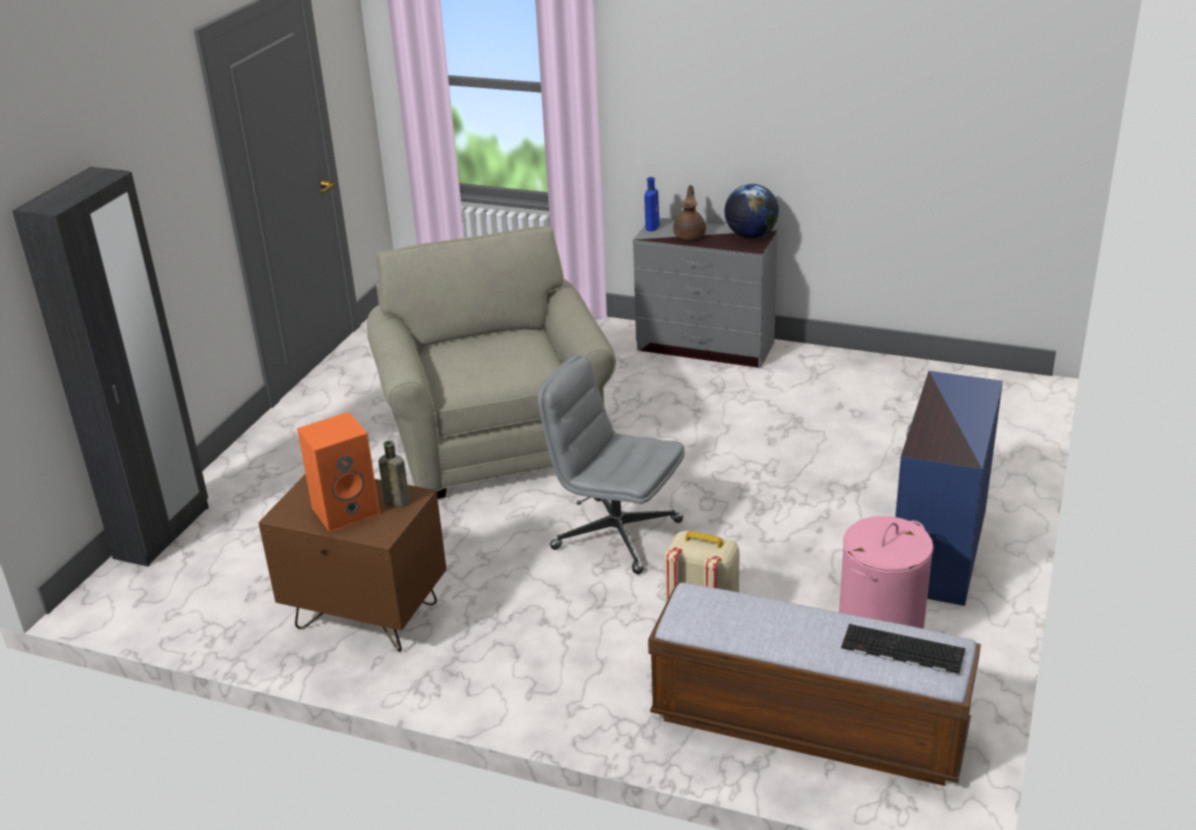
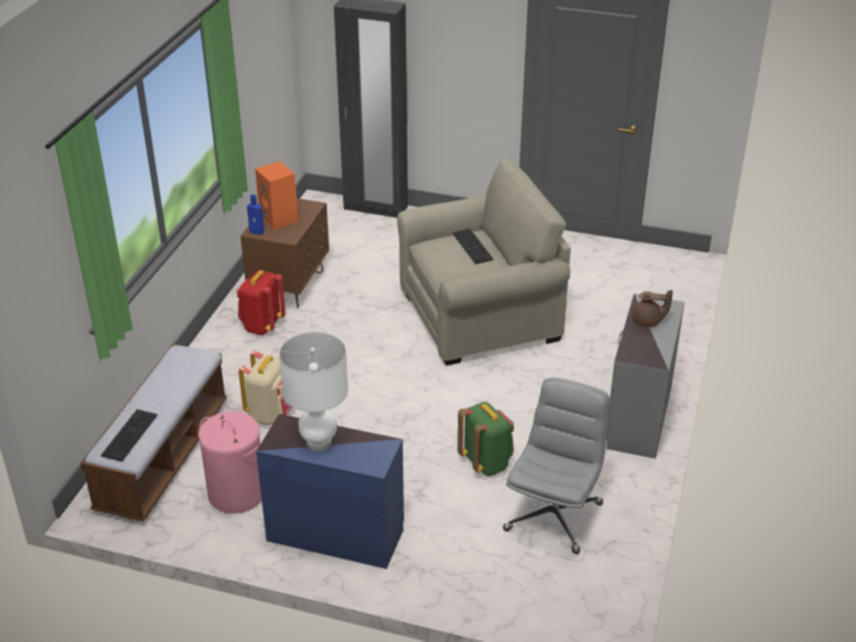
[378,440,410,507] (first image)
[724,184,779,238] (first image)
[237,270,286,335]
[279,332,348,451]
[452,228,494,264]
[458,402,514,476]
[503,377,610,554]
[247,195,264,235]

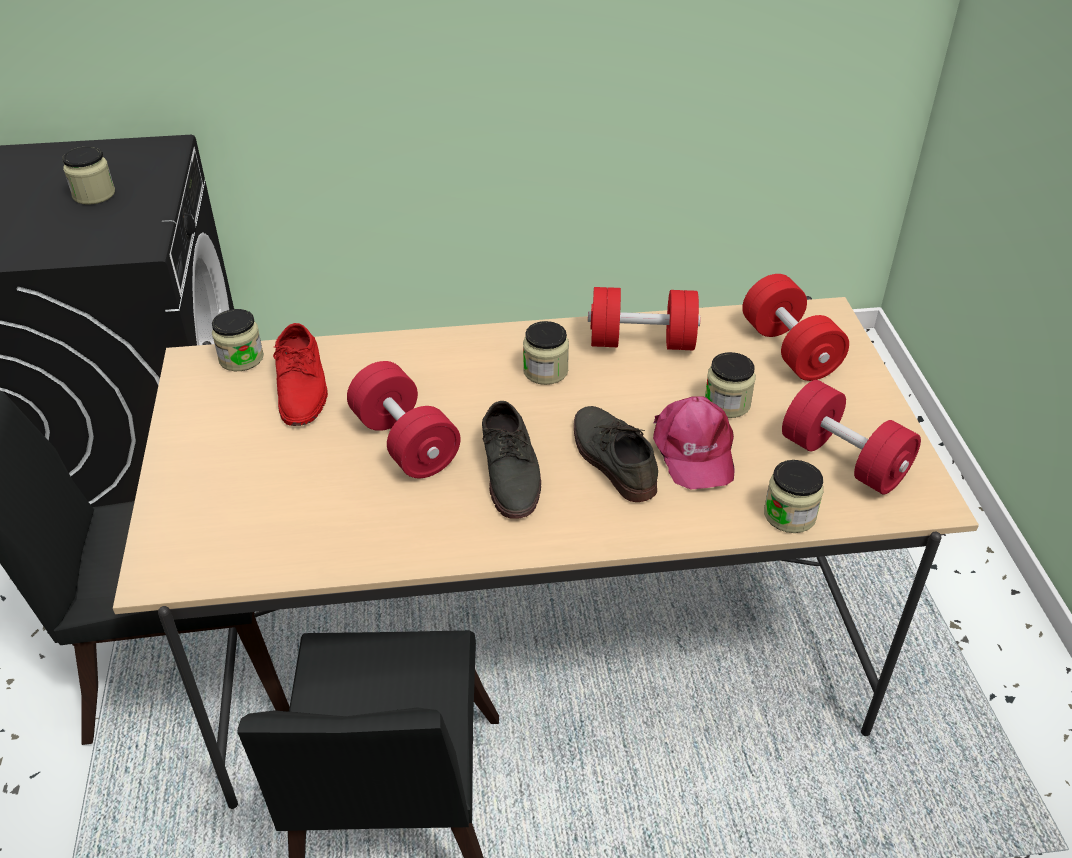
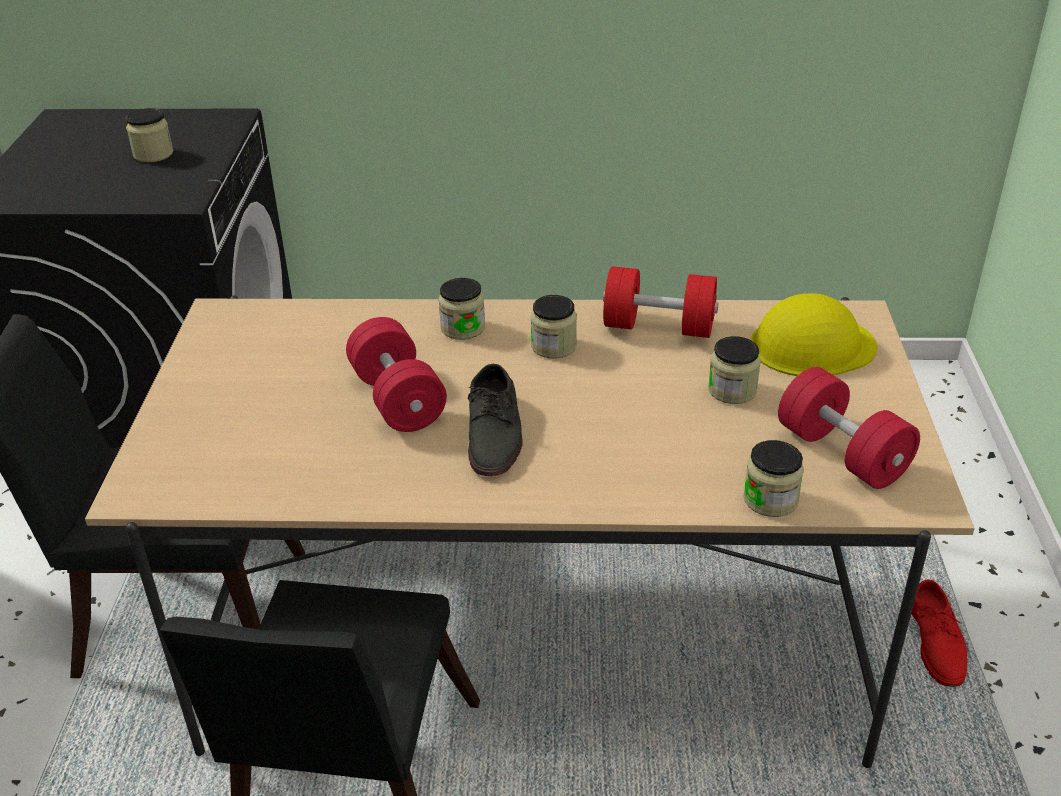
[574,406,658,502] (first image)
[653,396,735,490] (first image)
[438,278,485,340]
[911,579,967,687]
[750,293,877,376]

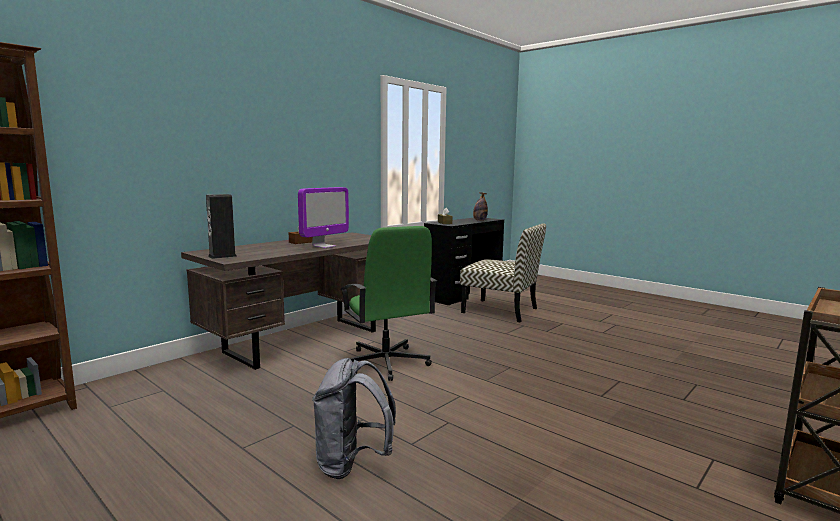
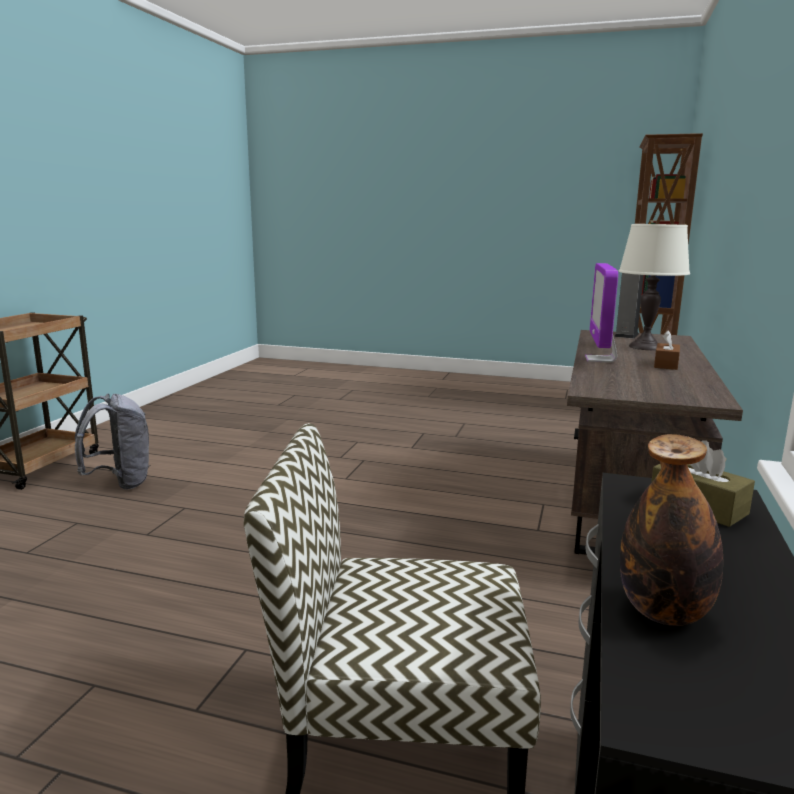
[340,226,437,381] (first image)
[619,224,690,350]
[75,394,150,490]

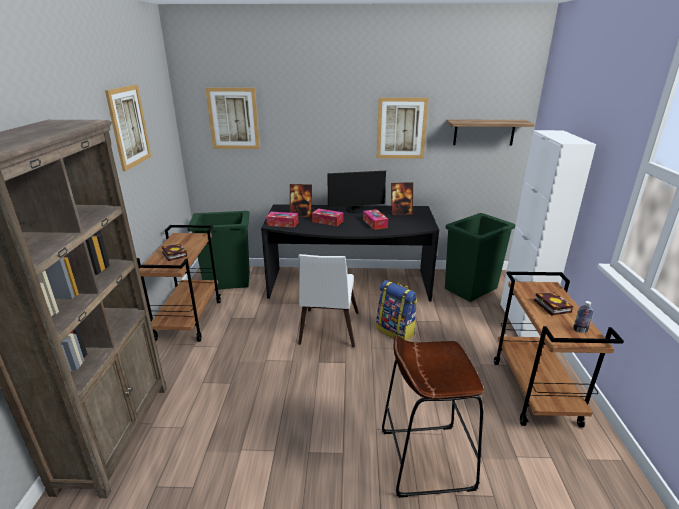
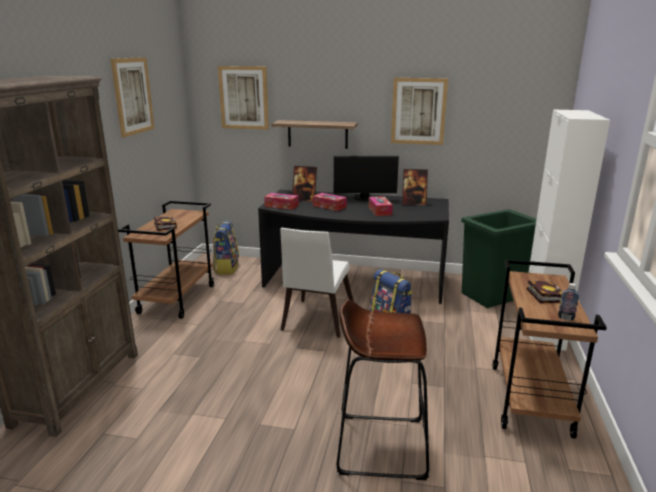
[271,120,358,149]
[213,221,239,275]

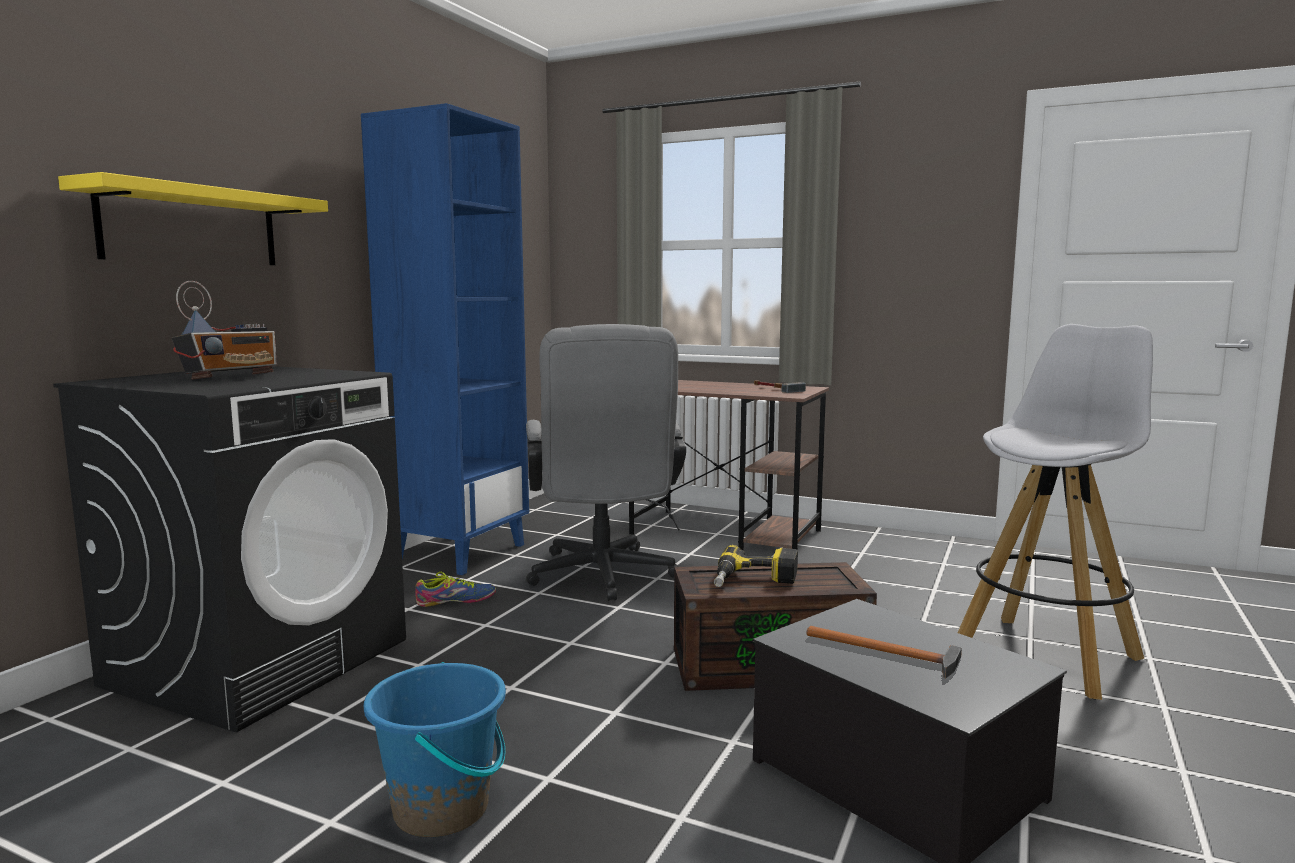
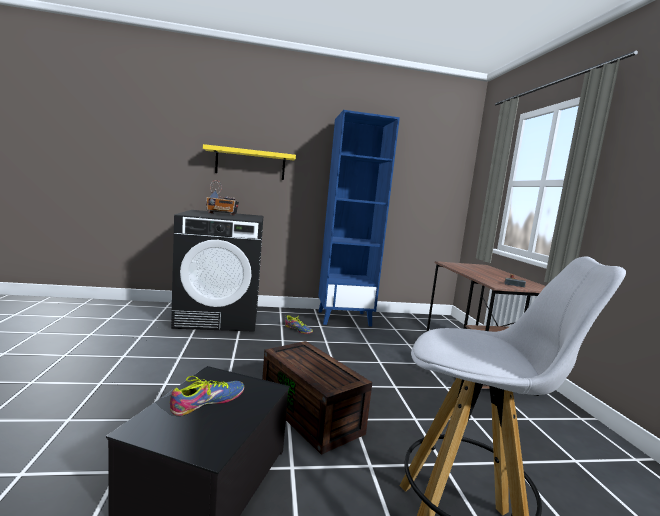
[364,662,506,837] (first image)
[526,324,686,601] (first image)
[714,545,798,587] (first image)
[170,376,244,416]

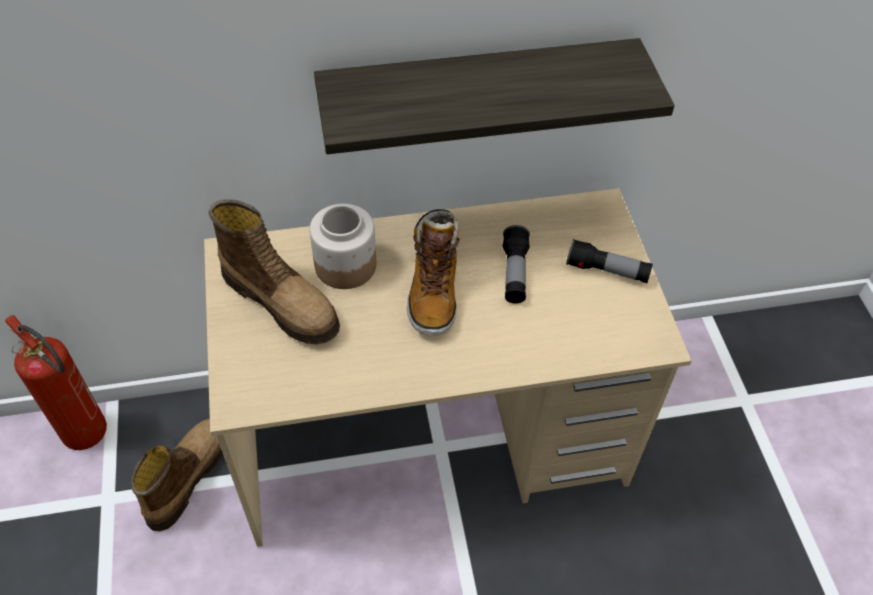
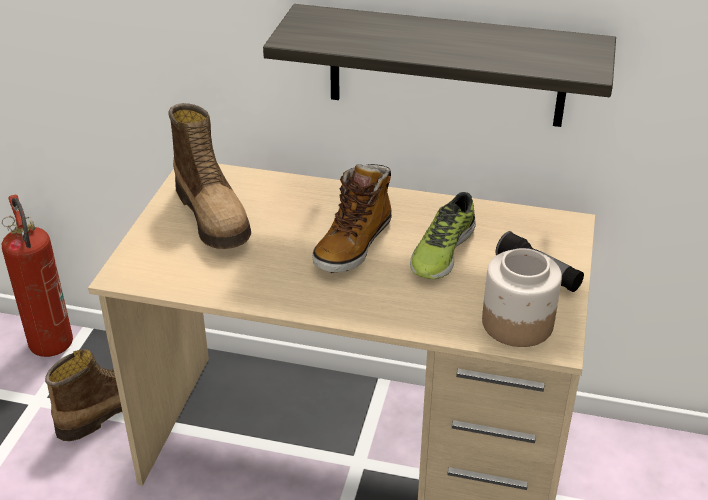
[482,248,562,347]
[410,192,476,279]

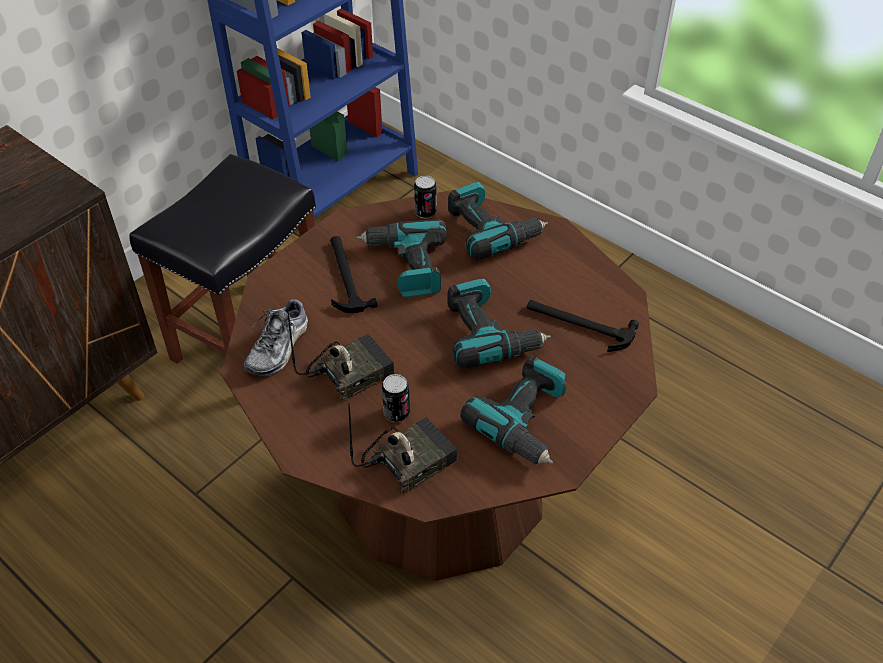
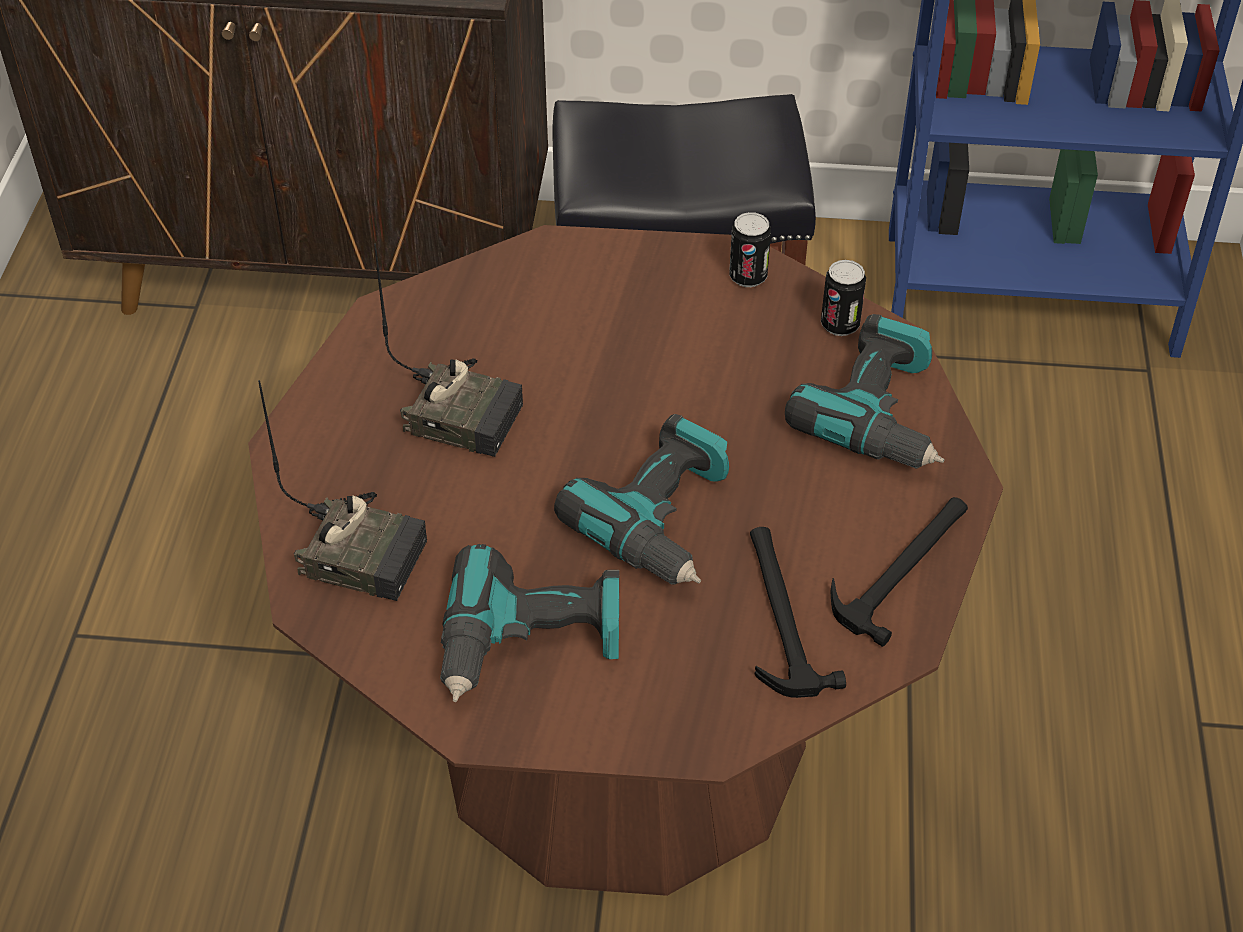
[244,298,308,376] (first image)
[356,219,447,297] (first image)
[831,497,968,647]
[729,212,771,287]

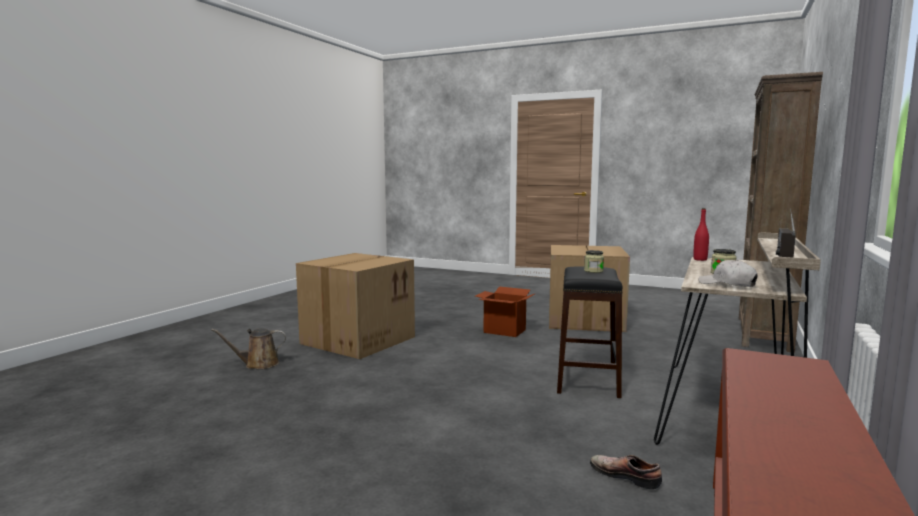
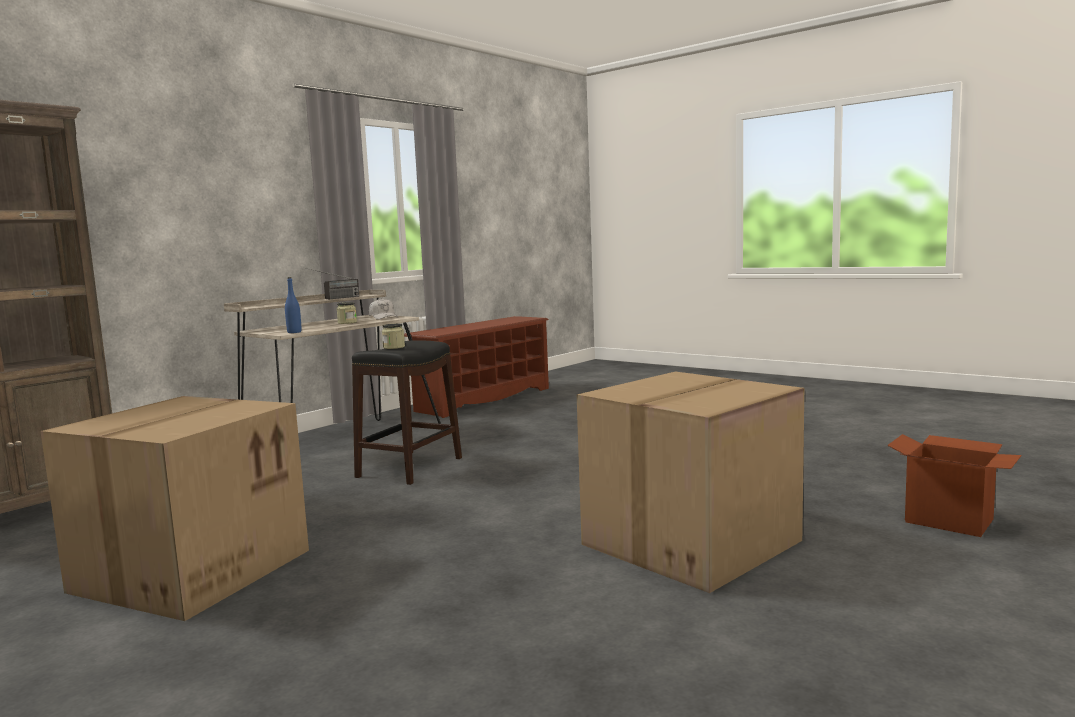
[211,328,286,369] (first image)
[590,455,662,490] (first image)
[887,434,1021,537]
[285,277,301,333]

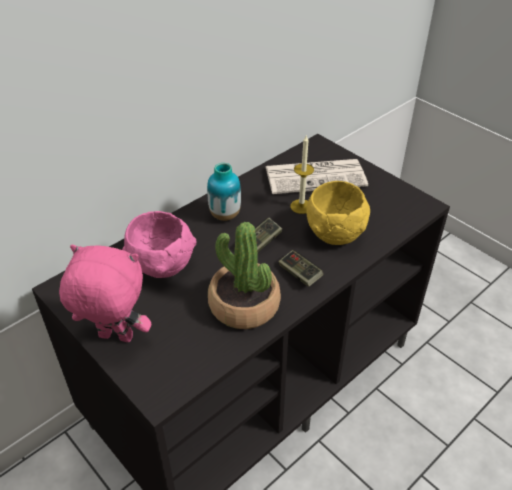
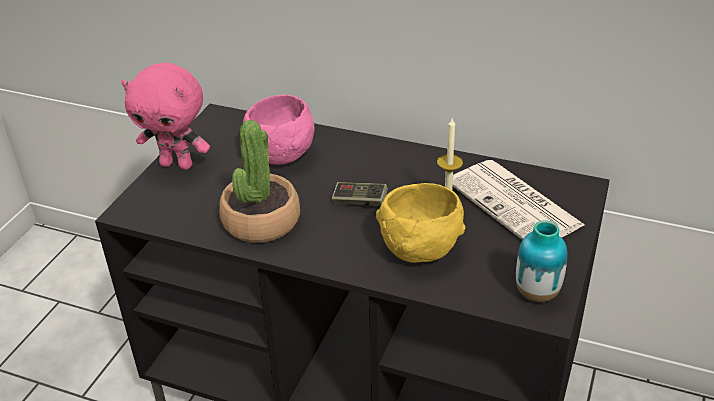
[279,250,324,287] (first image)
[516,220,567,302]
[121,63,210,170]

